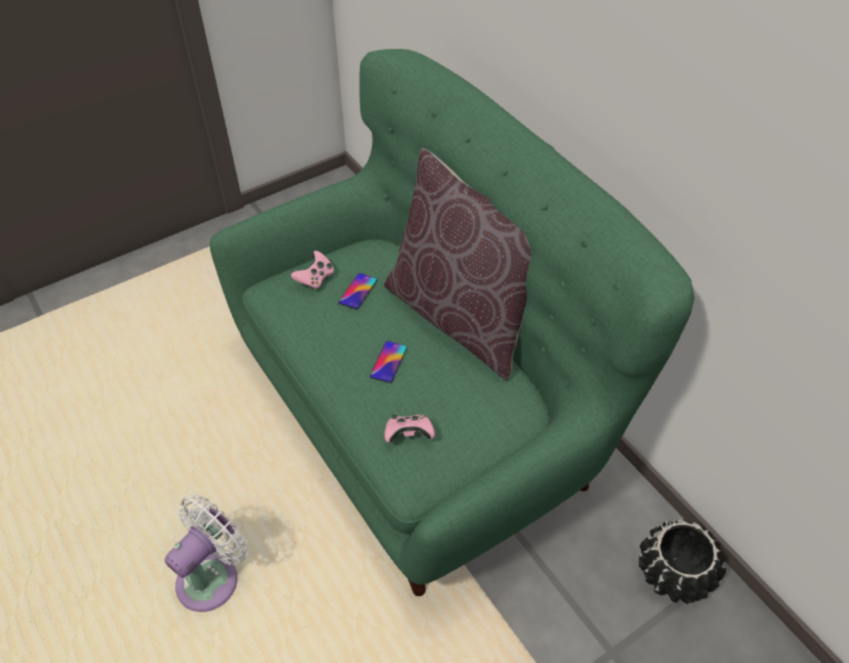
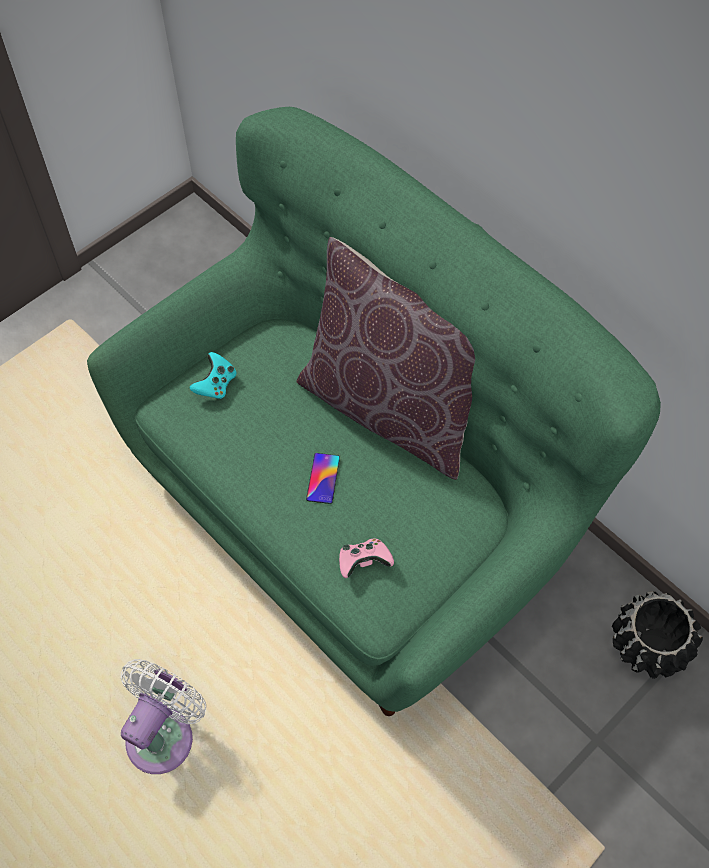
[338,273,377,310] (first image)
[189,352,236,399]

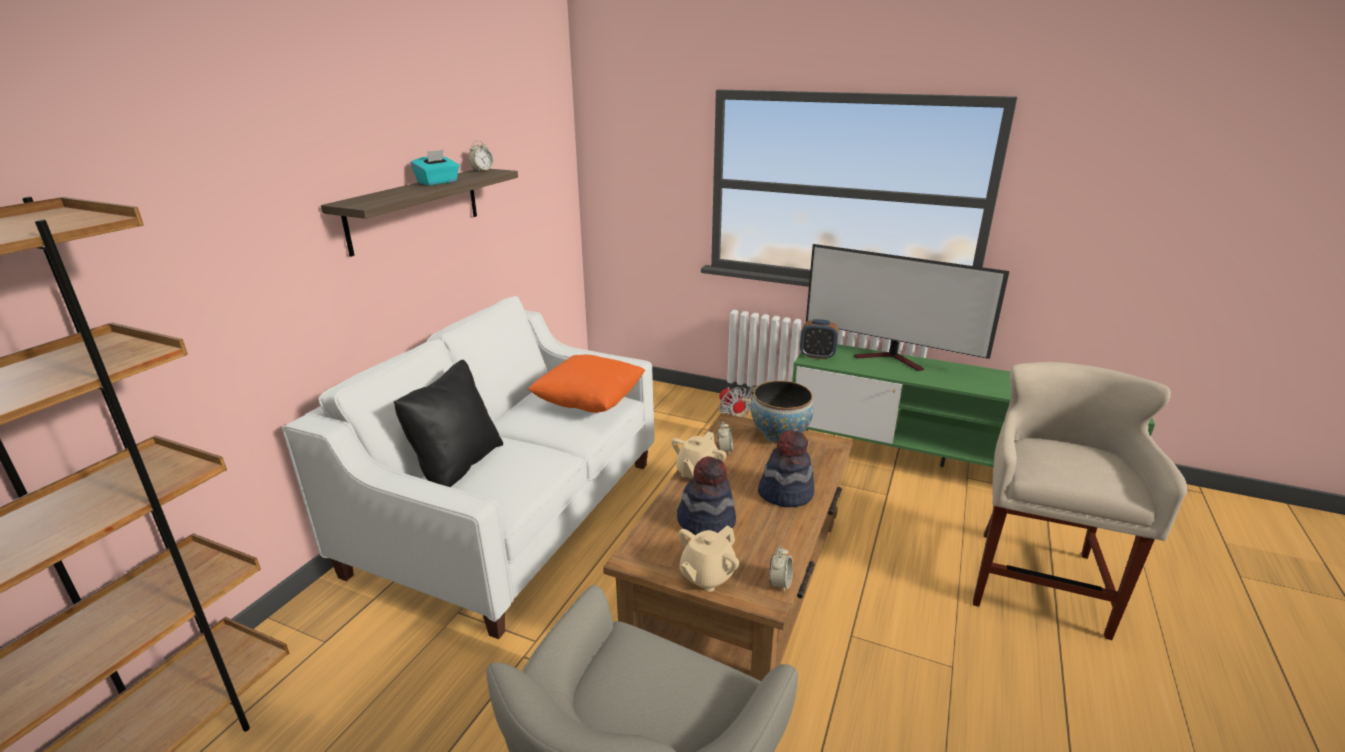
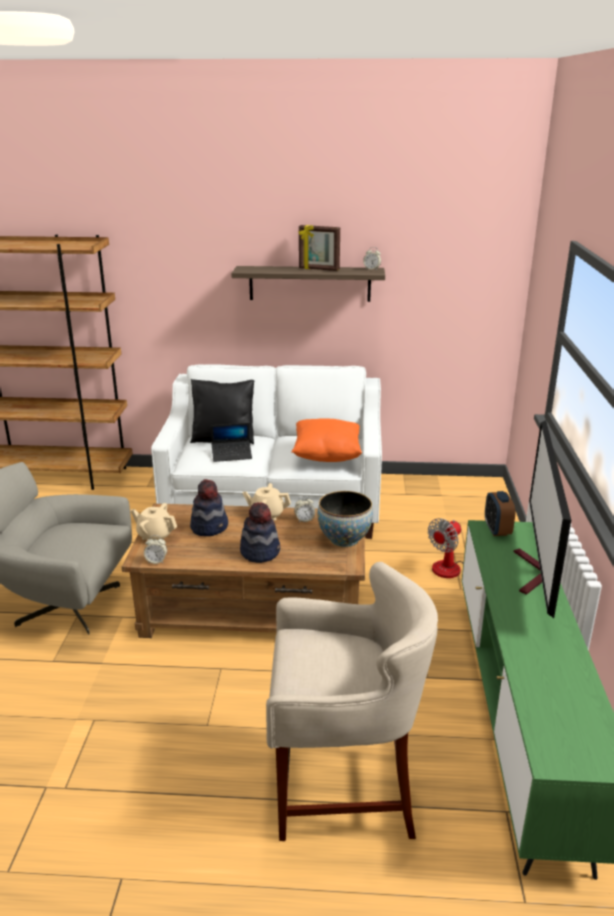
[211,423,252,462]
[298,225,340,271]

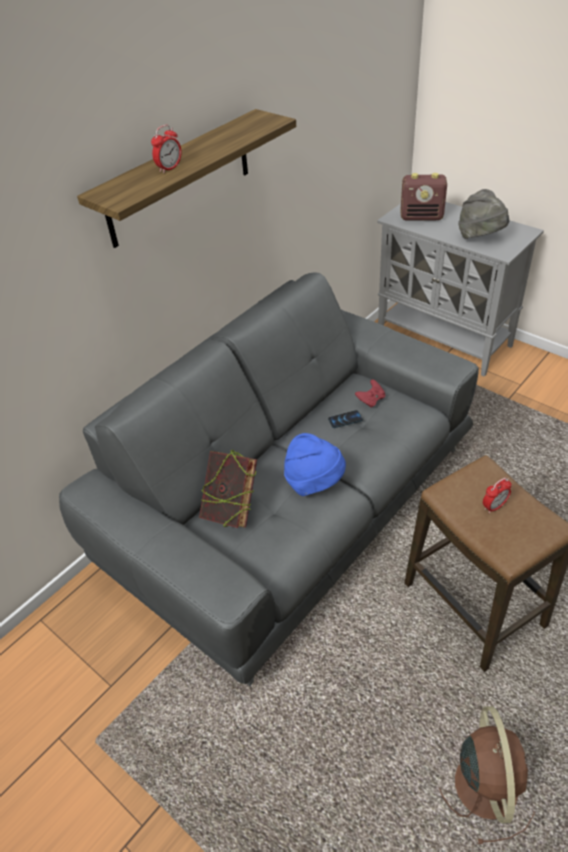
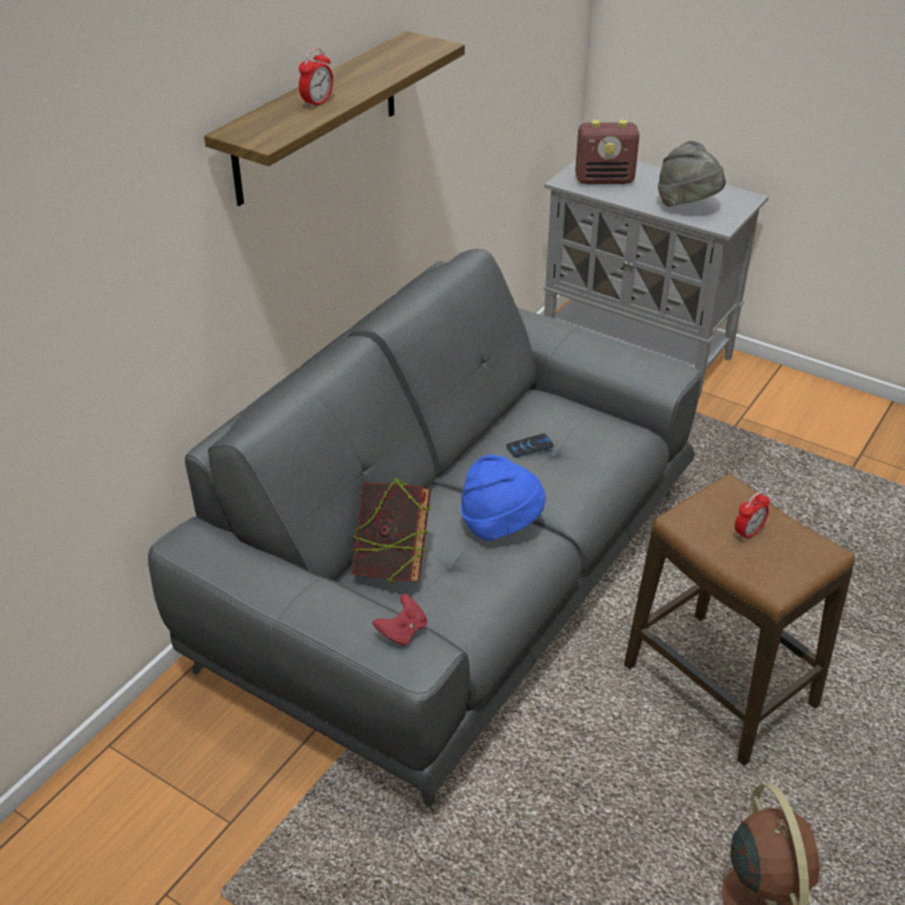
[372,594,427,646]

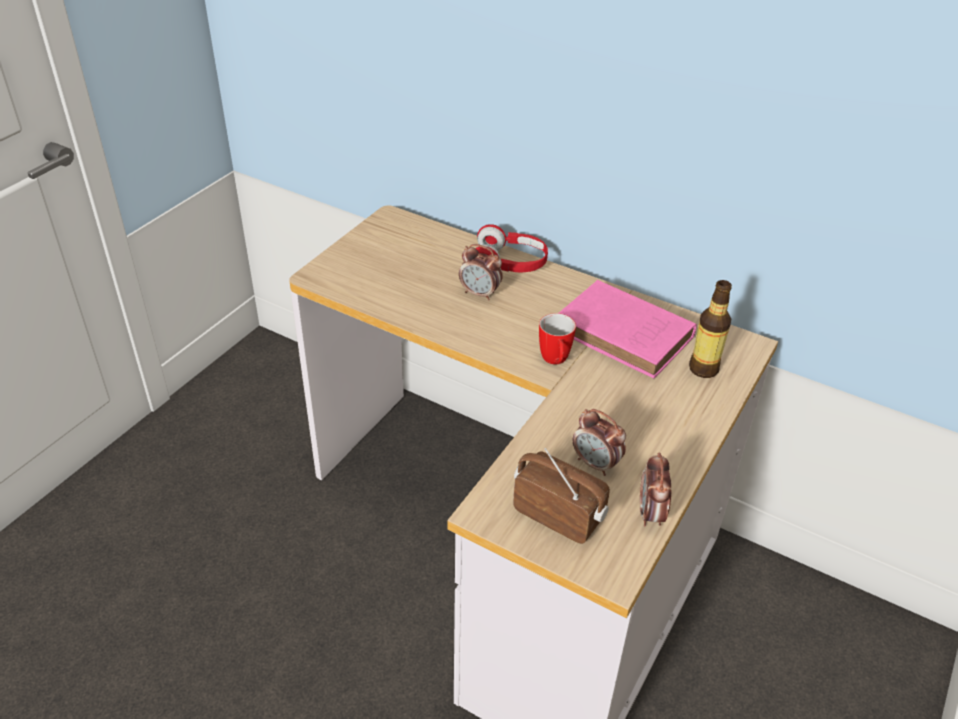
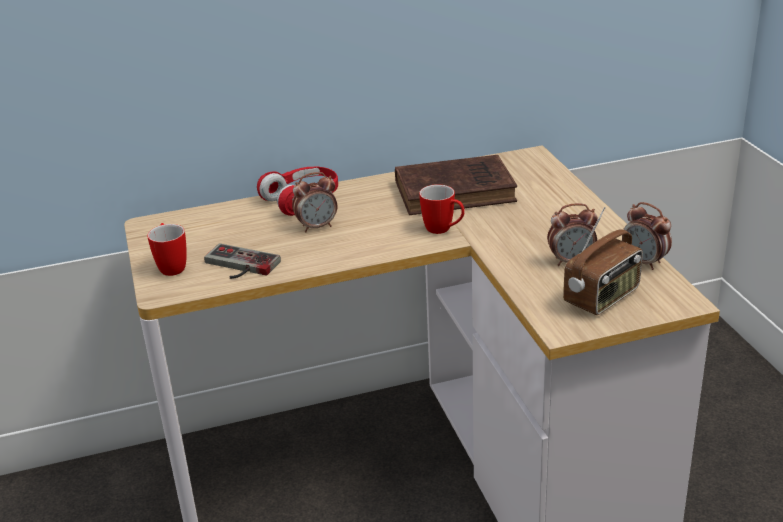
[689,280,732,378] (first image)
[147,223,187,276]
[204,243,281,279]
[395,155,517,215]
[563,207,643,315]

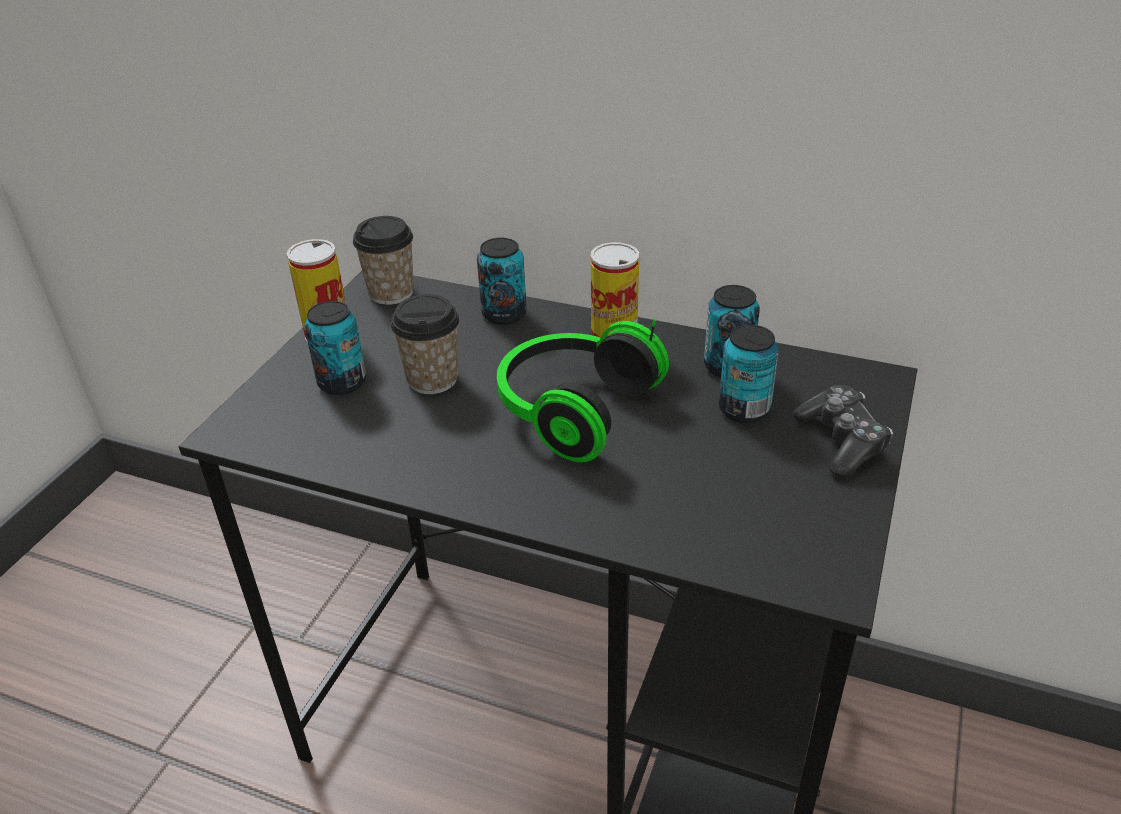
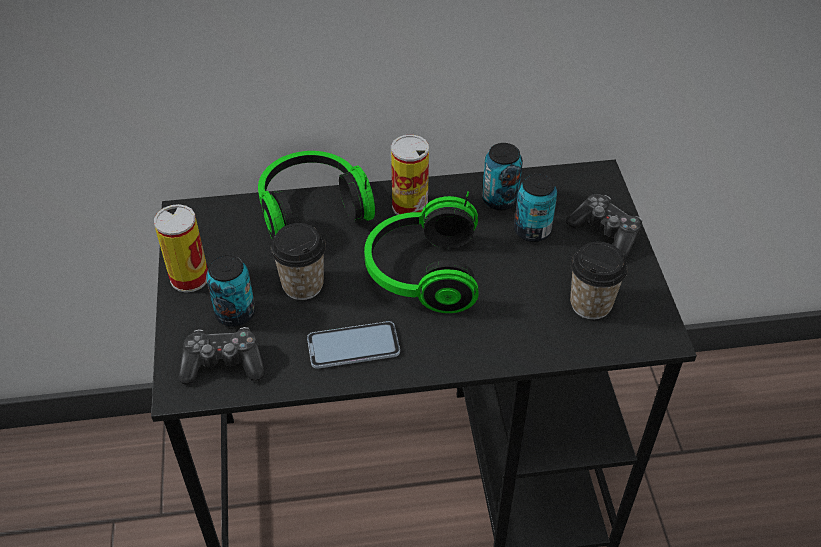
[178,327,265,384]
[307,321,400,369]
[570,241,628,320]
[258,151,375,240]

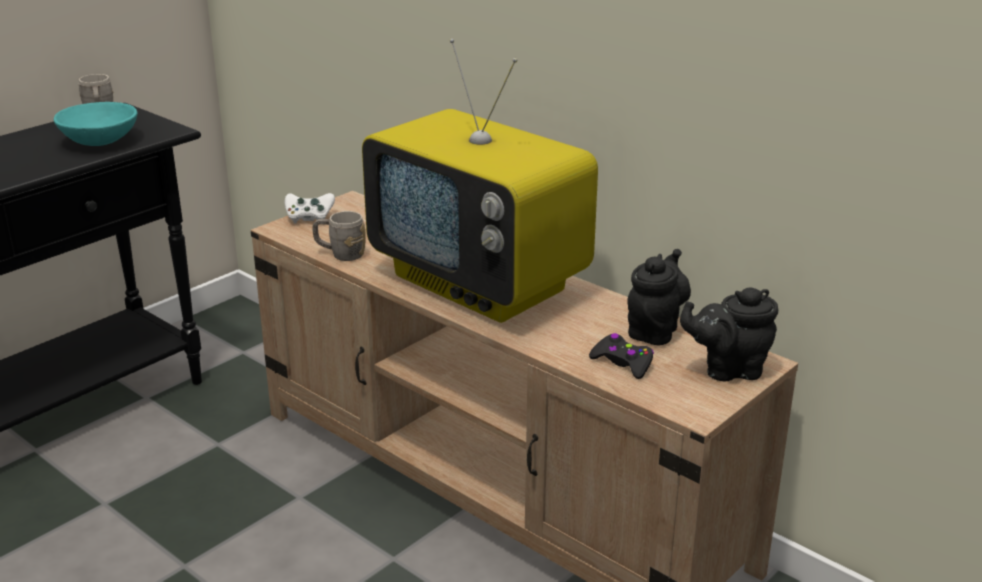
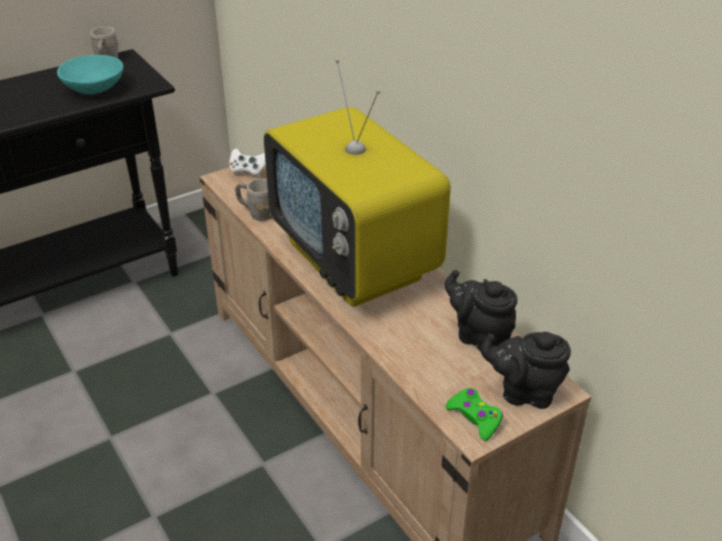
[589,333,654,379] (first image)
[445,388,503,441]
[445,270,517,352]

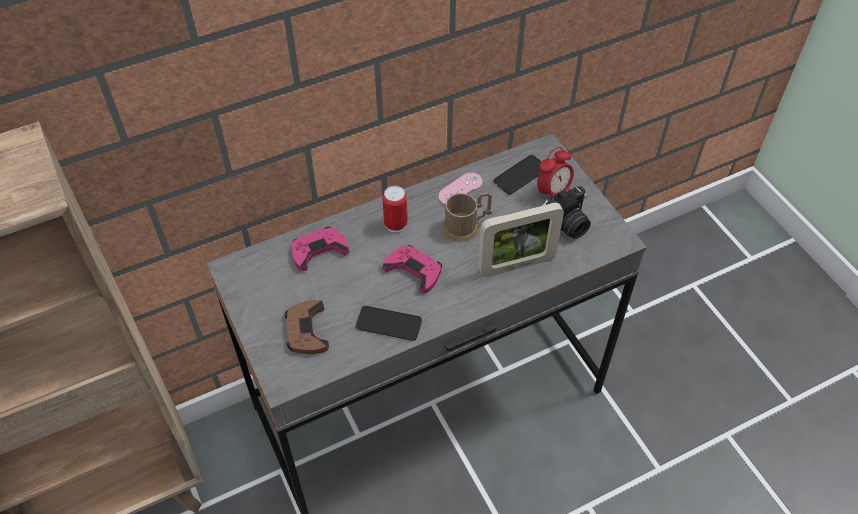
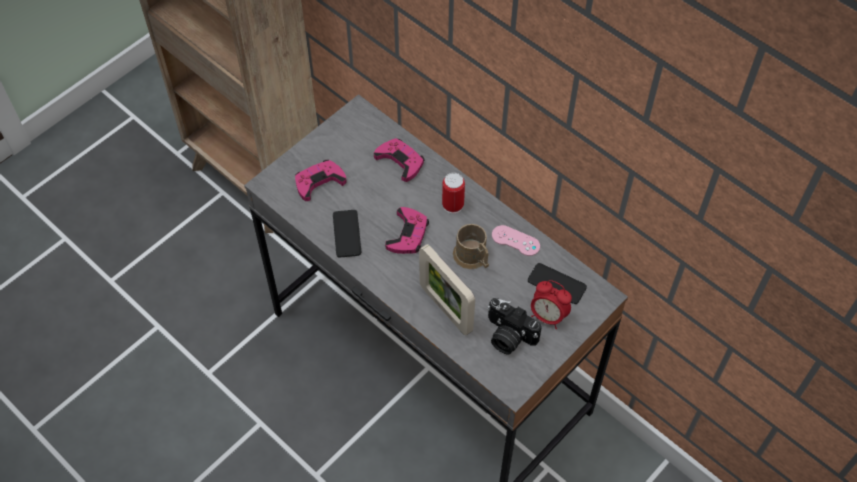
[295,160,347,201]

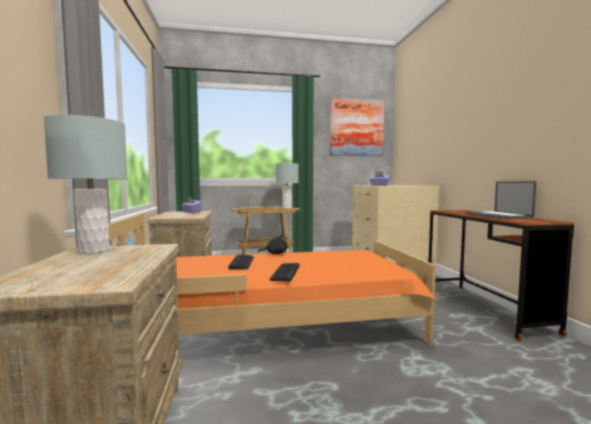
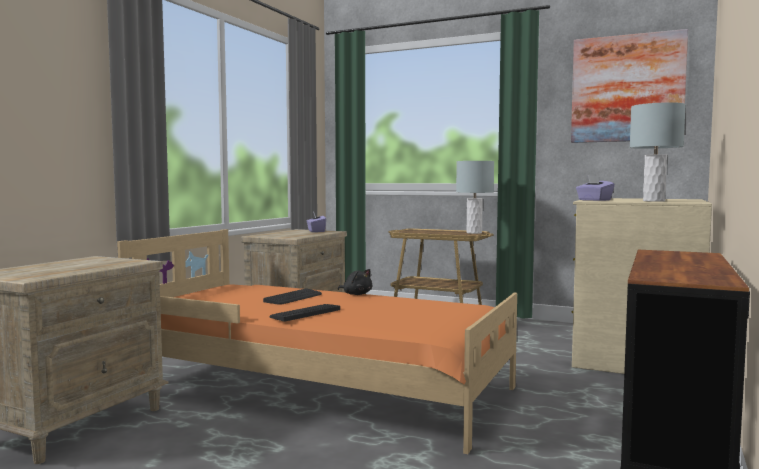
[465,181,537,219] (first image)
[630,102,686,202]

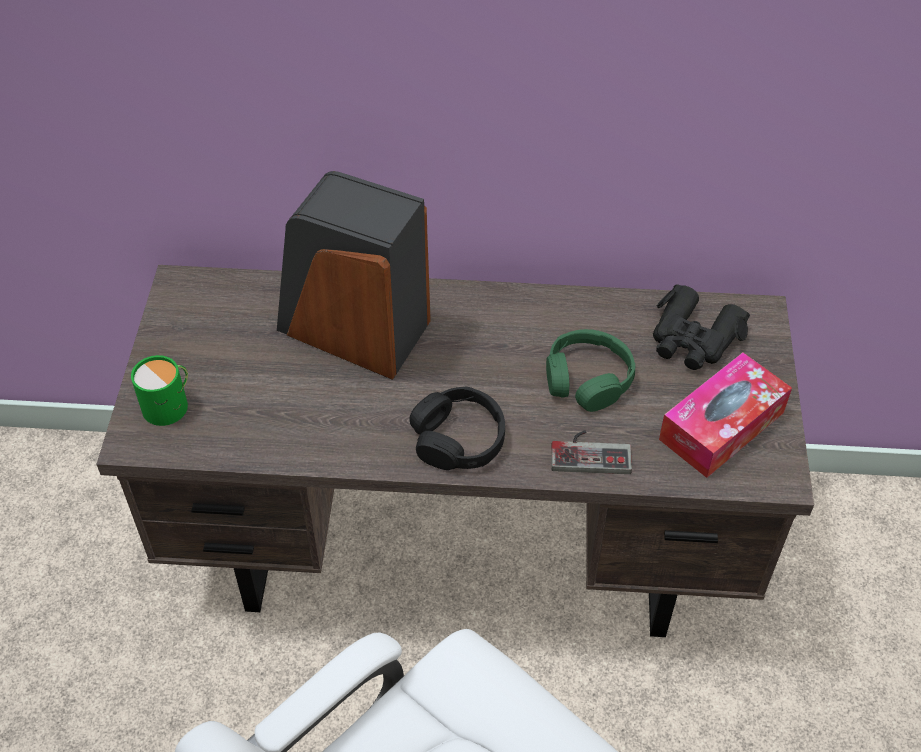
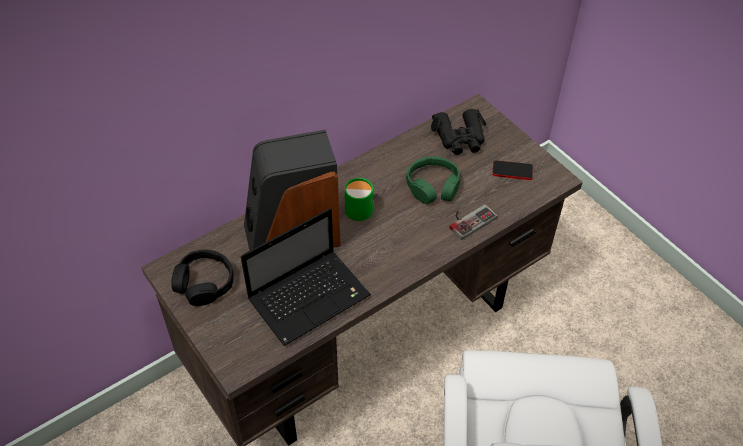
[241,208,371,346]
[345,178,374,221]
[171,250,234,306]
[492,160,533,180]

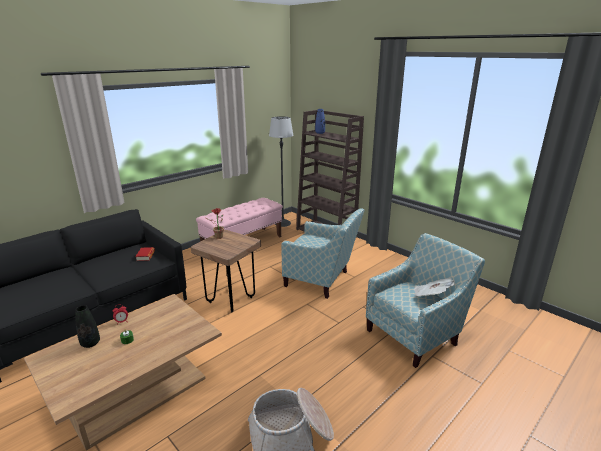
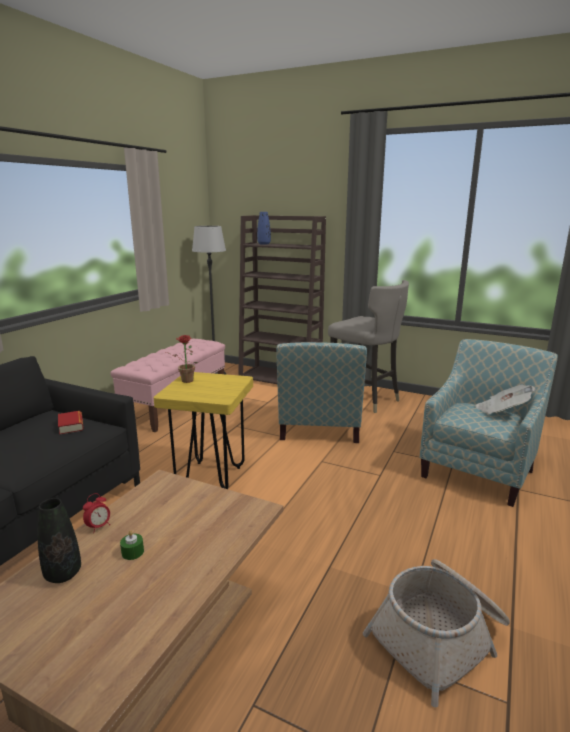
[328,280,409,413]
[154,372,253,489]
[276,342,367,443]

